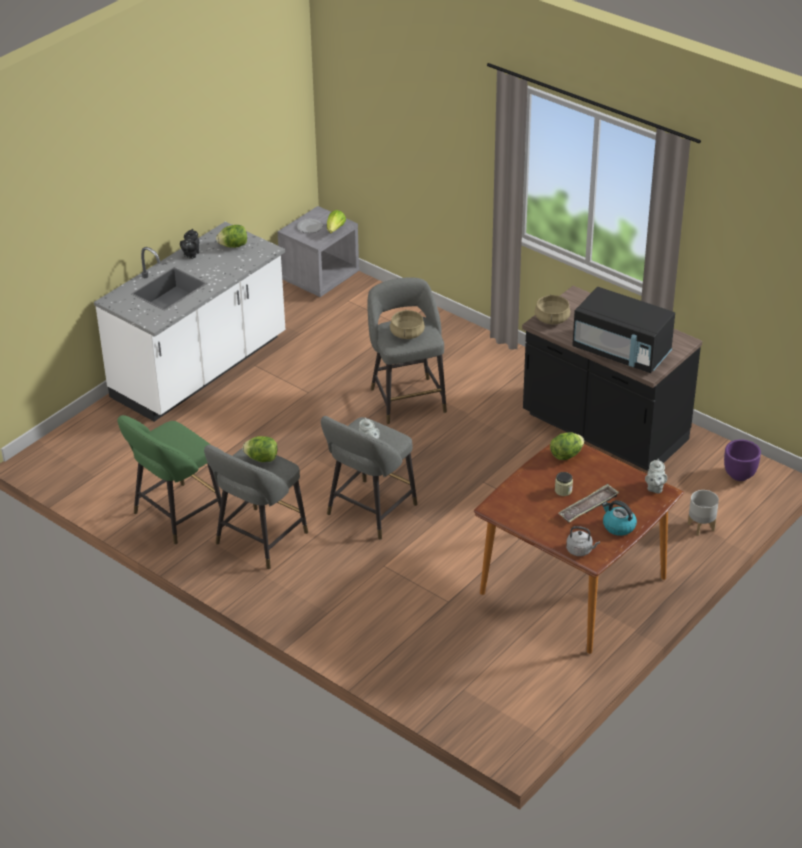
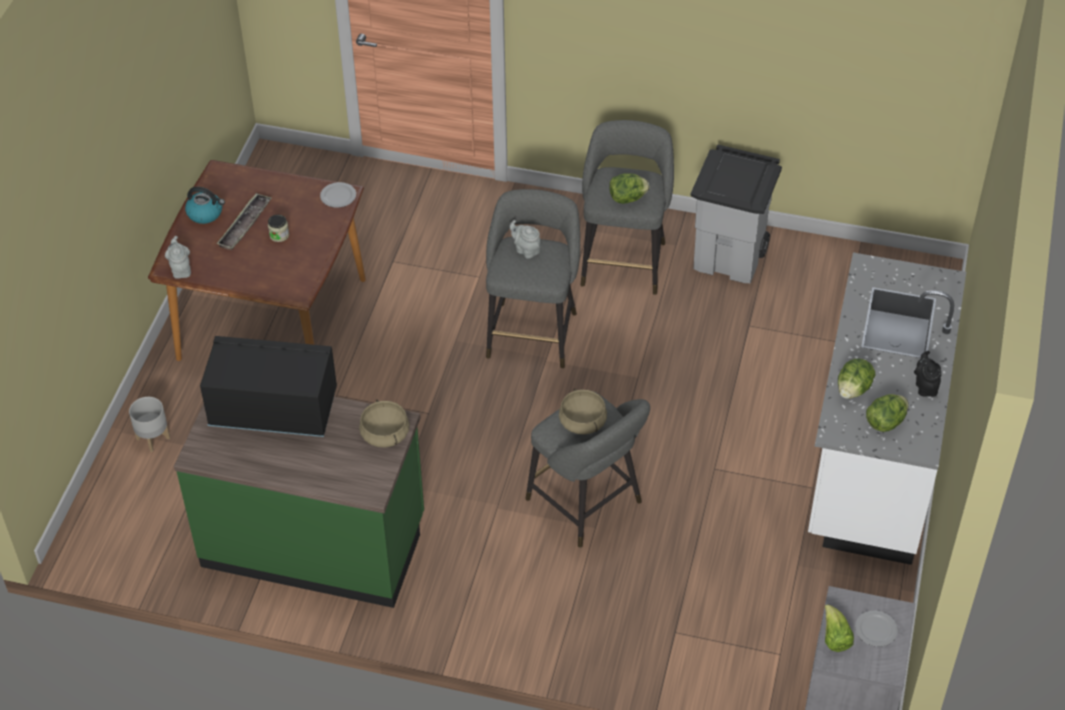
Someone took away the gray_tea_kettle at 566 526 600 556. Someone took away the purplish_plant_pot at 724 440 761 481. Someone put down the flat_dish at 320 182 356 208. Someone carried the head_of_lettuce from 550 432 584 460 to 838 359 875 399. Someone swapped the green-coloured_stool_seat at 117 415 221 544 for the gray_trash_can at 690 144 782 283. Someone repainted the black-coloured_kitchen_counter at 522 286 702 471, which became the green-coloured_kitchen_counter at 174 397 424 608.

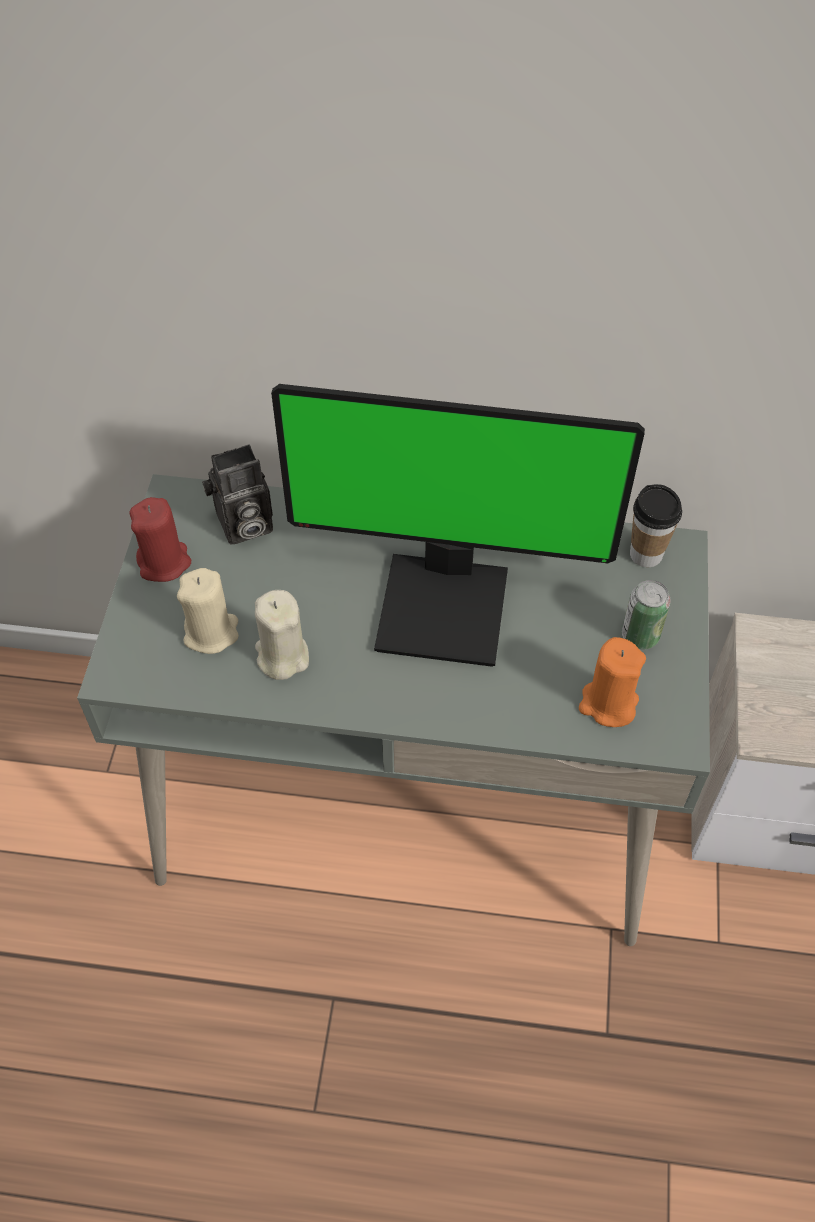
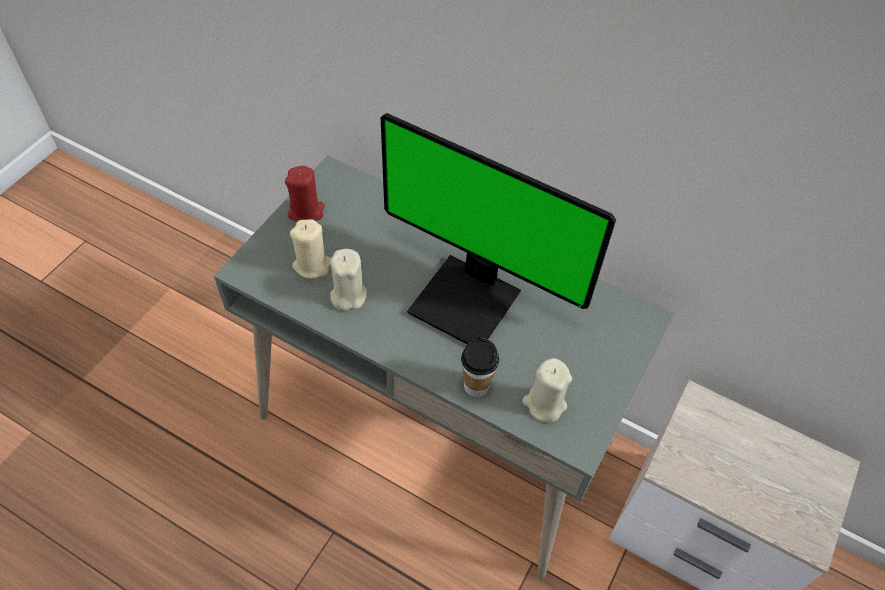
Someone took away the photo_camera at 202 444 273 545. Someone took away the can at 622 580 671 649. Someone carried the small_cup from 630 484 682 567 to 461 338 499 397. Someone repainted the orange_wax_light at 579 637 646 727, which became the beige_wax_light at 522 358 572 422.

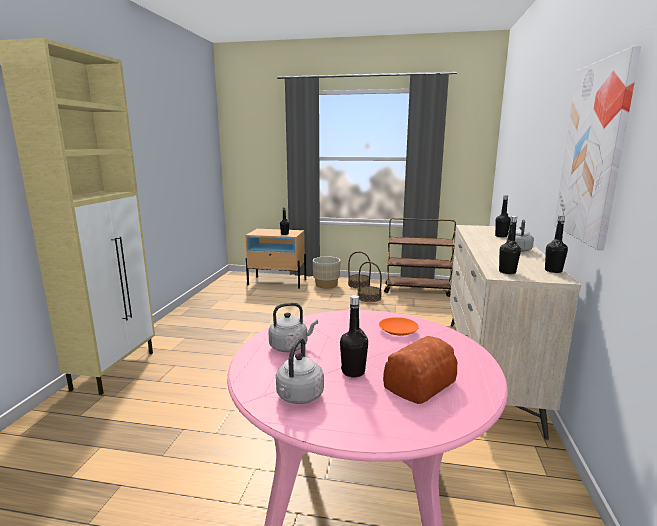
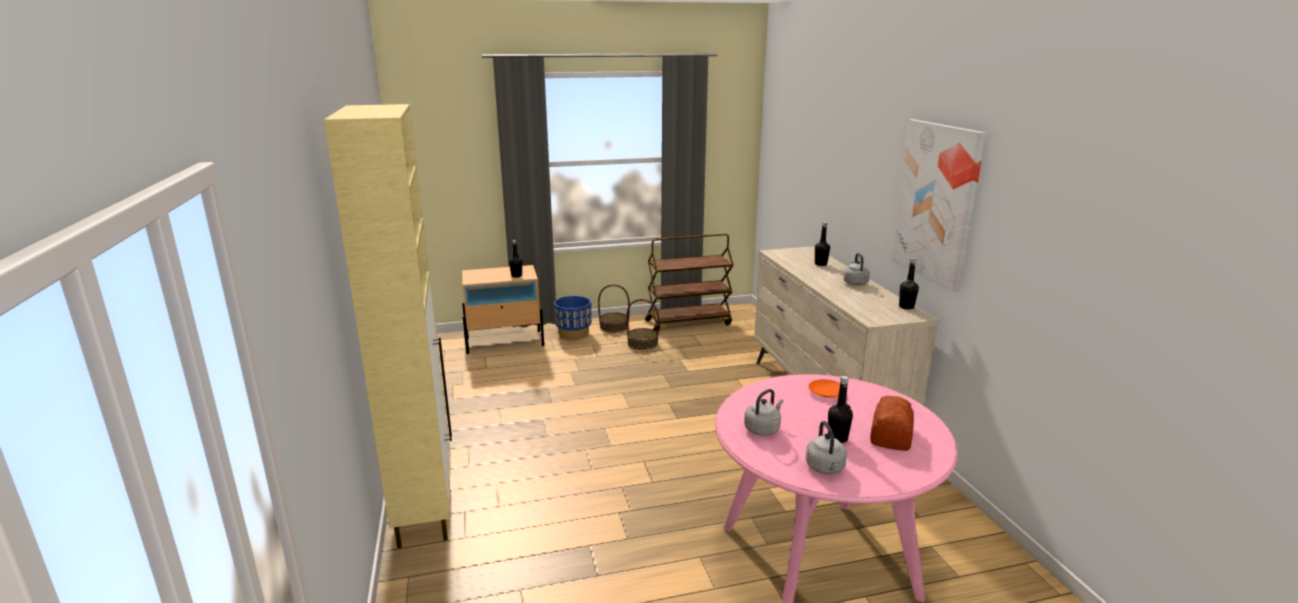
Someone took away the black-coloured_beverage_bottle at 499 216 521 274. Someone repainted the beige_plant_pot at 313 256 340 289, which became the blue_plant_pot at 554 296 592 340.

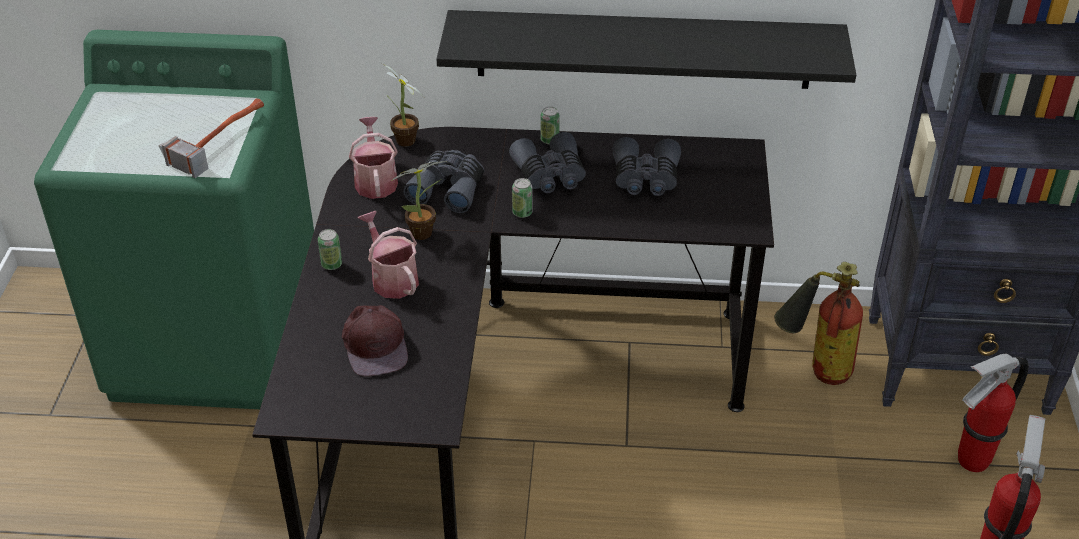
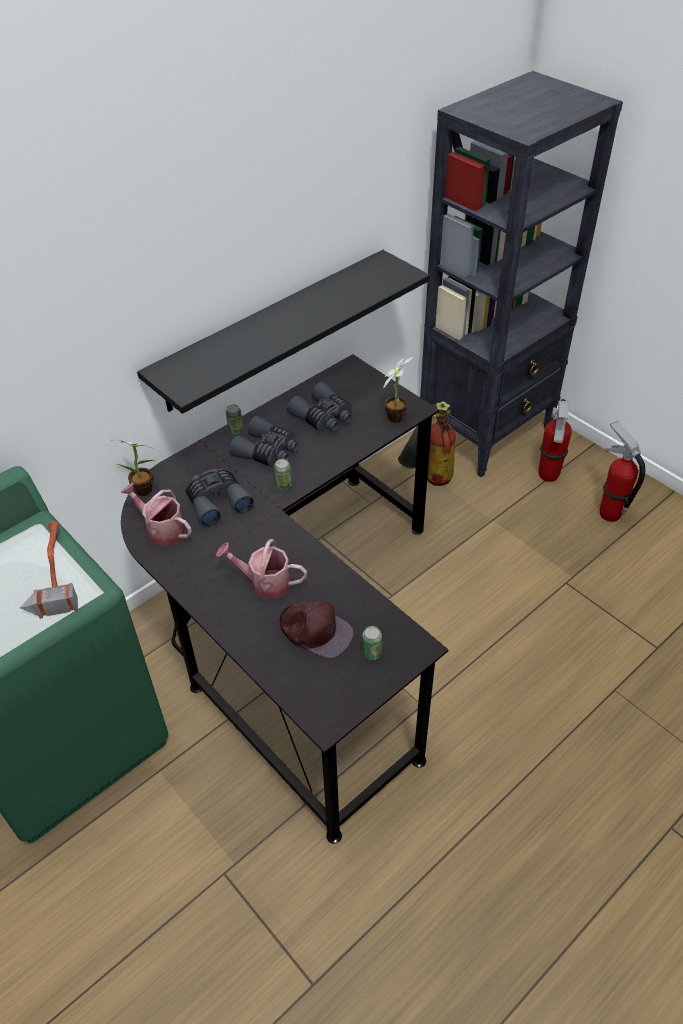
Someone carried the can from 318 229 342 270 to 362 626 382 660. Someone carried the potted_plant from 391 161 447 240 to 383 357 413 423.

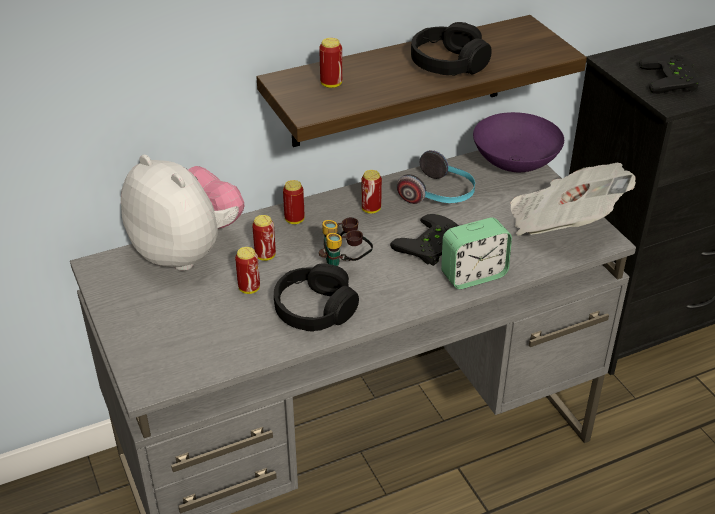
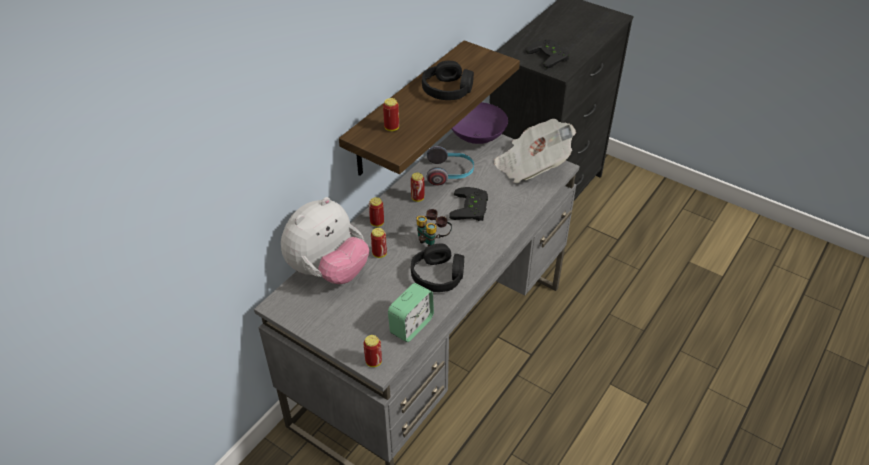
Someone carried the can from 235 247 260 294 to 364 335 382 367. Someone carried the table_clock from 441 218 512 289 to 388 283 434 342. Someone rotated the soft_toy at 121 154 244 271 by 120 degrees clockwise.

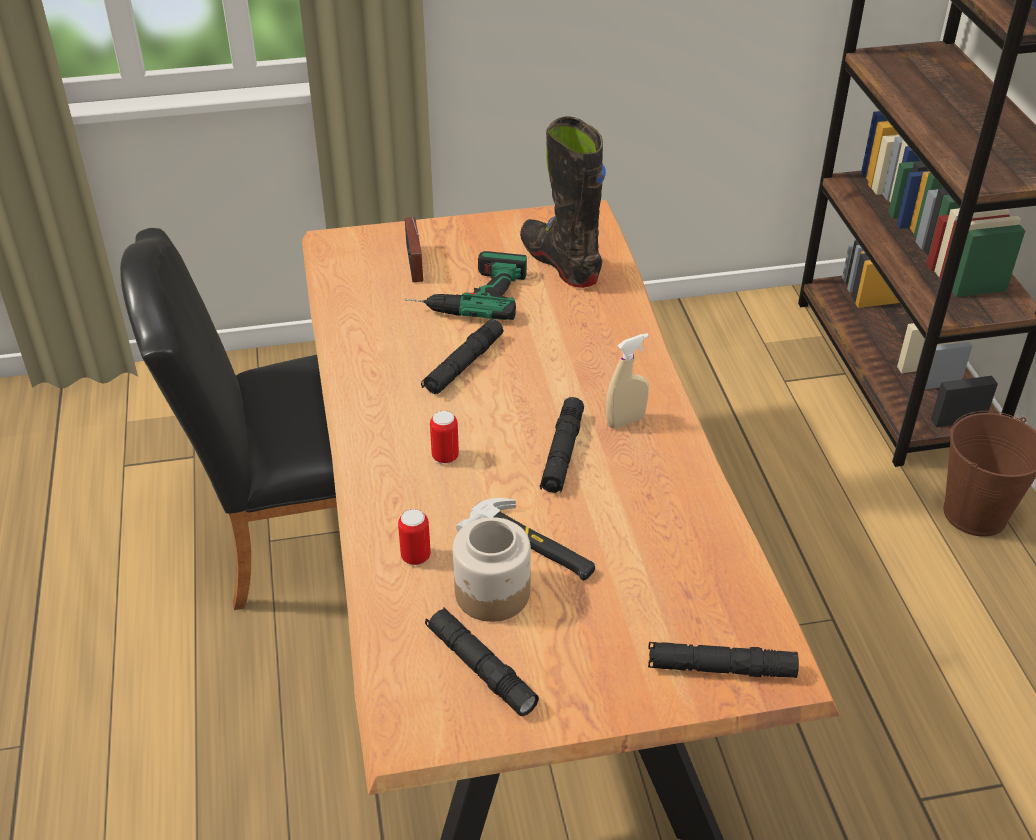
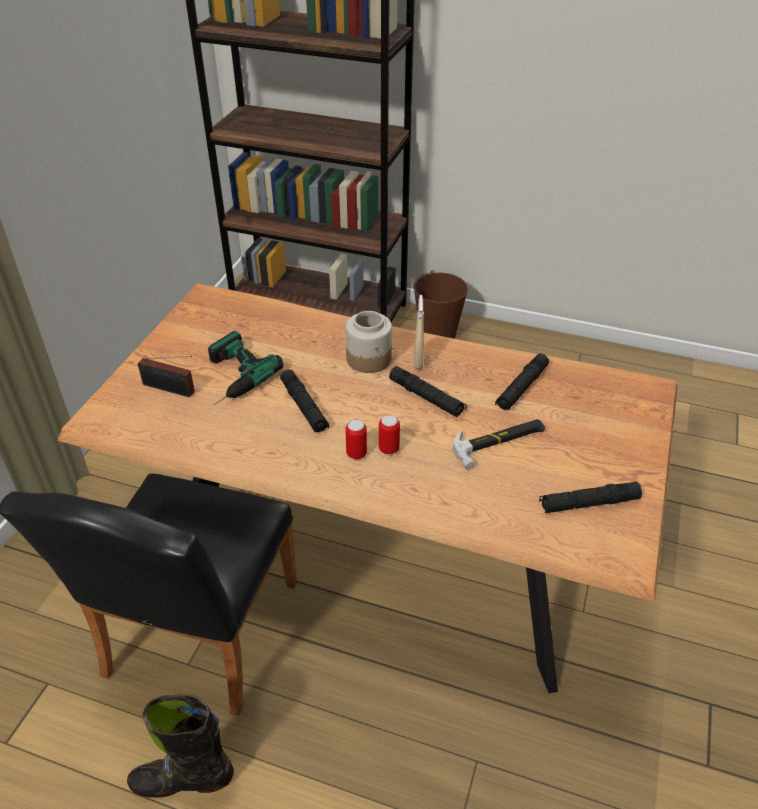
Someone carried the can from 398 509 431 565 to 345 420 367 459. Someone carried the preserve_jar from 453 517 531 622 to 345 311 392 373. Someone carried the black-coloured_high-top_boot from 520 116 606 288 to 127 694 234 798. Someone carried the black-coloured_hand_torch from 648 642 799 678 to 495 354 549 410.

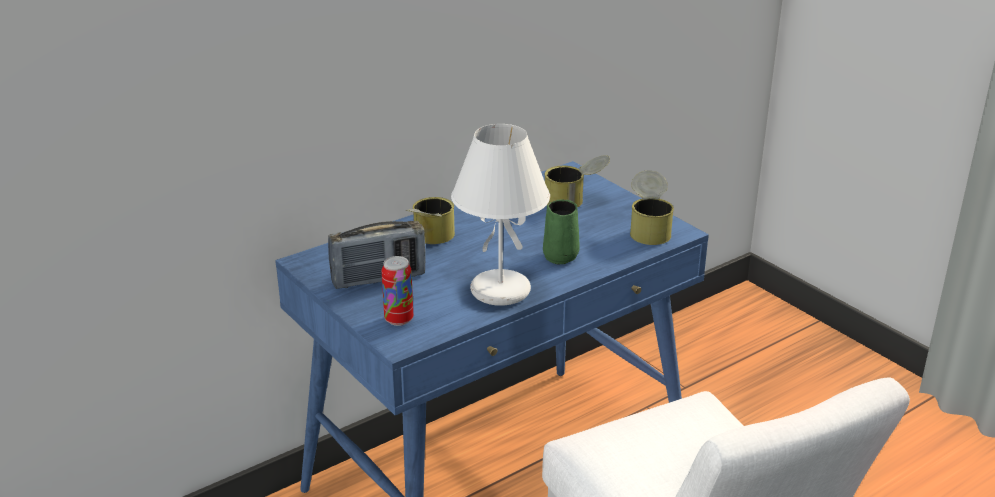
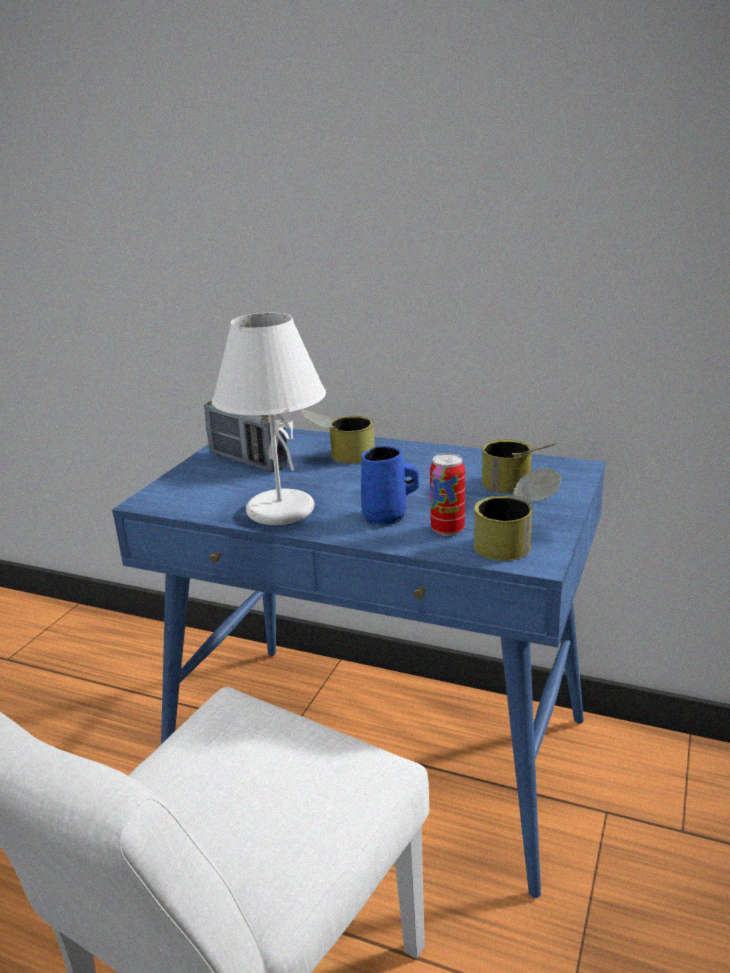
Someone carried the can from 382 256 413 326 to 430 453 465 536. Someone repainted the green-coloured_coffee_mug at 543 199 579 265, which became the blue_coffee_mug at 361 446 419 524.

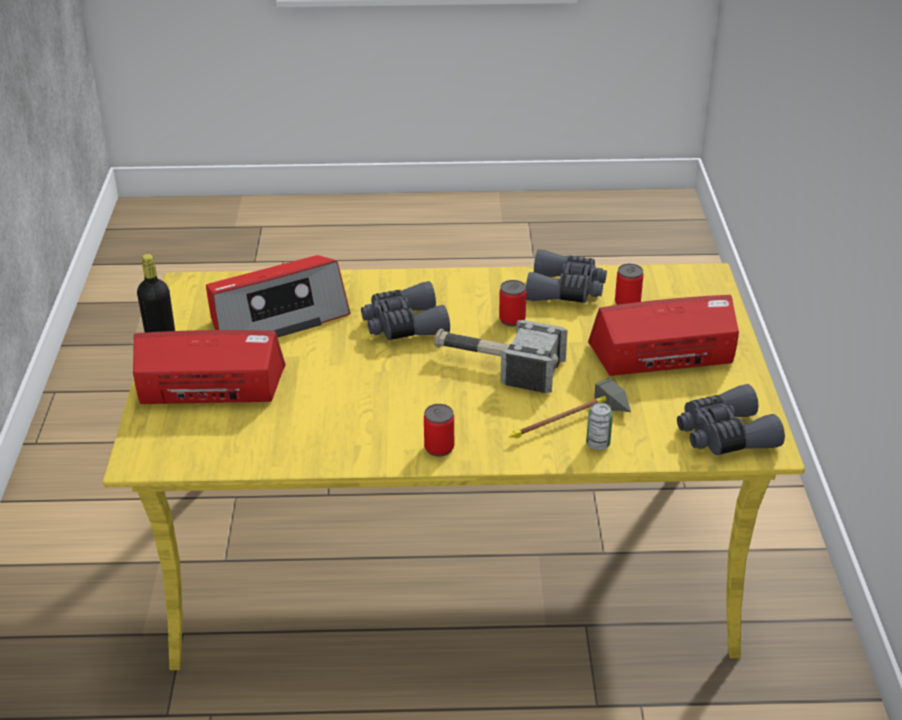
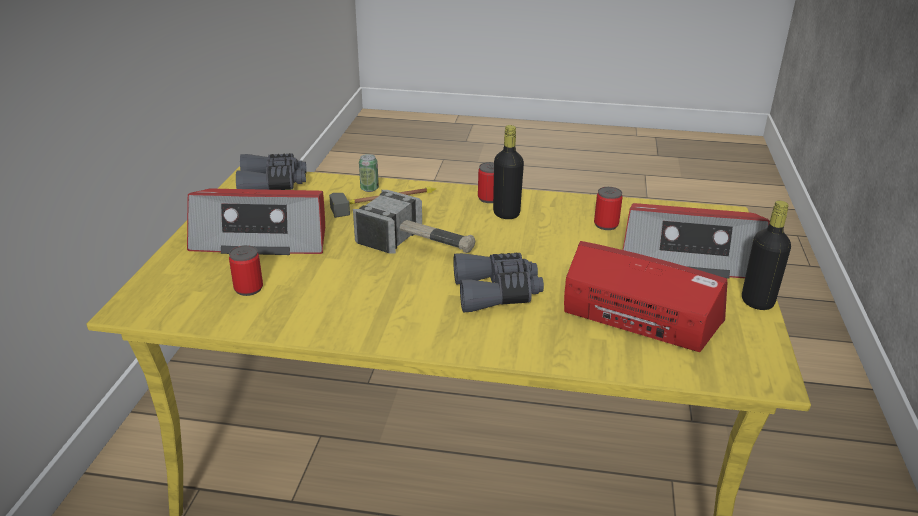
Someone took away the gray_binoculars at 526 249 607 303. Someone put down the black-coloured_beverage_bottle at 493 125 524 219. Someone carried the can from 499 280 527 326 to 594 187 623 230. Someone rotated the radio at 206 255 350 337 by 45 degrees clockwise.

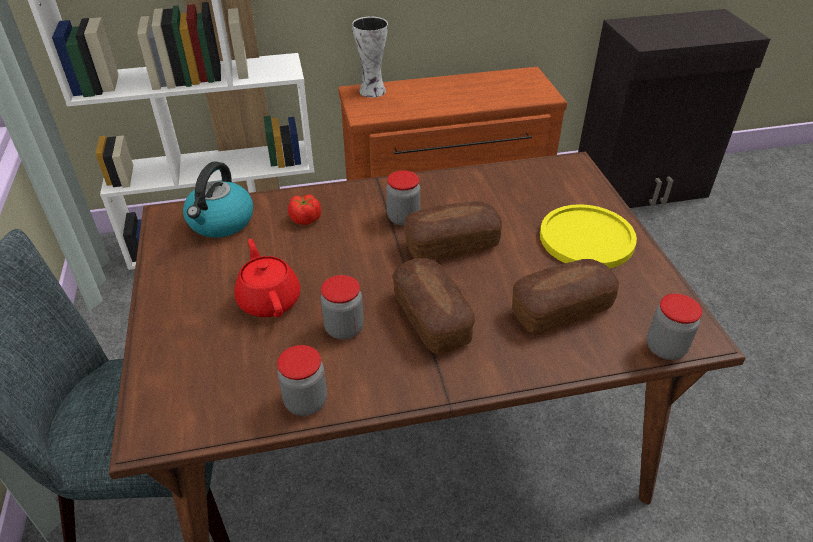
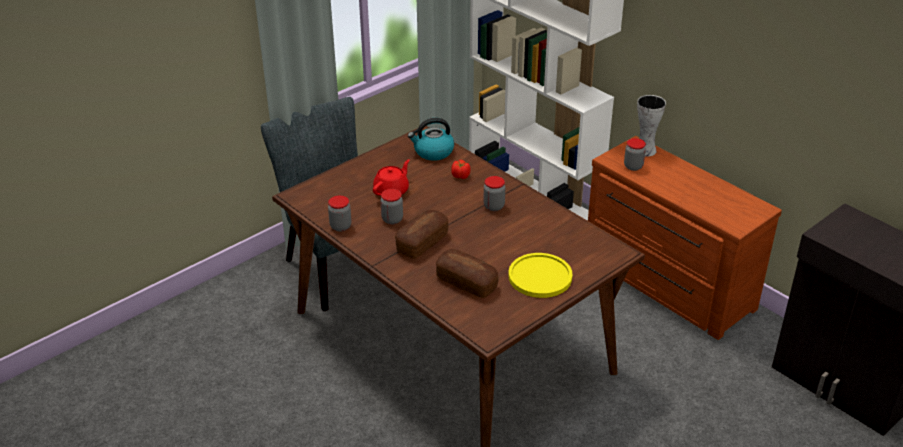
Someone took away the bread at 404 201 502 260. Someone carried the preserve_jar from 647 294 702 360 to 624 138 646 171.

